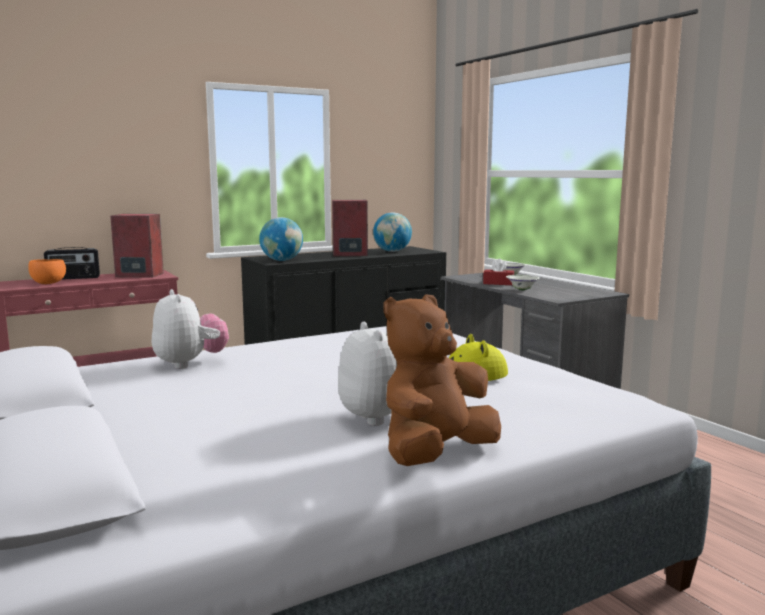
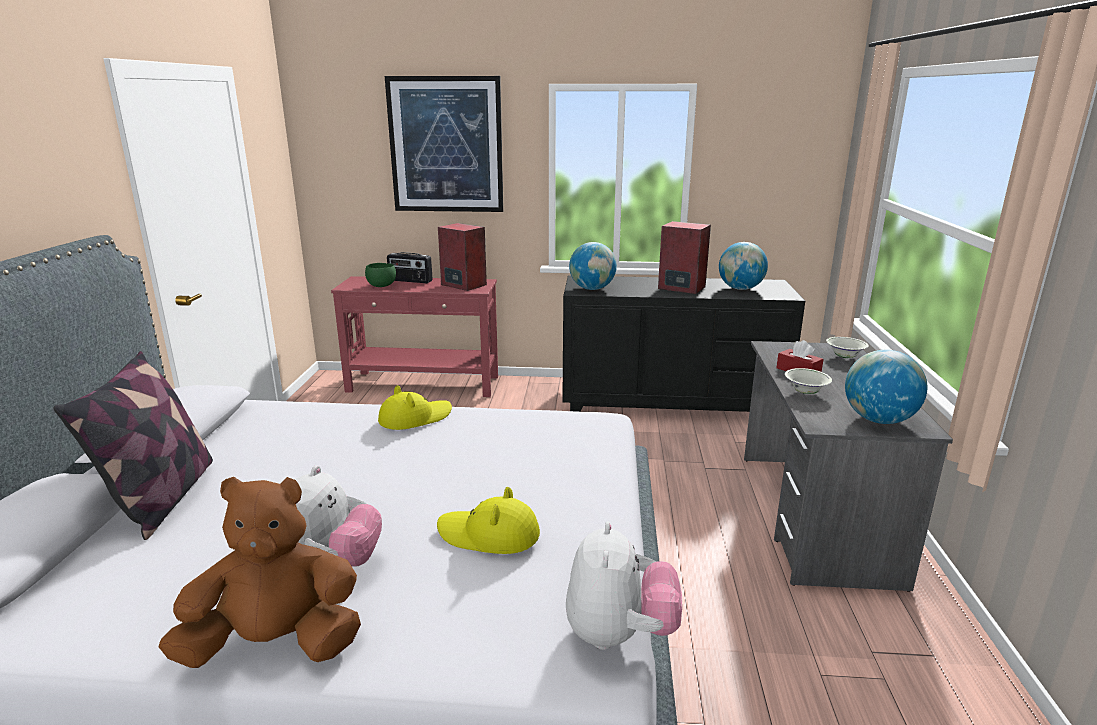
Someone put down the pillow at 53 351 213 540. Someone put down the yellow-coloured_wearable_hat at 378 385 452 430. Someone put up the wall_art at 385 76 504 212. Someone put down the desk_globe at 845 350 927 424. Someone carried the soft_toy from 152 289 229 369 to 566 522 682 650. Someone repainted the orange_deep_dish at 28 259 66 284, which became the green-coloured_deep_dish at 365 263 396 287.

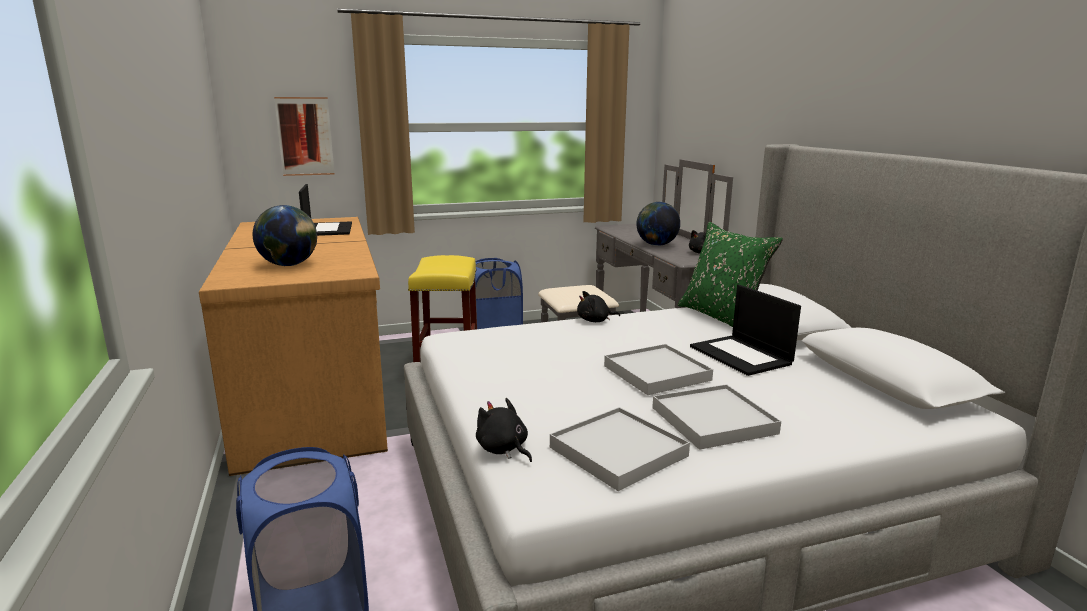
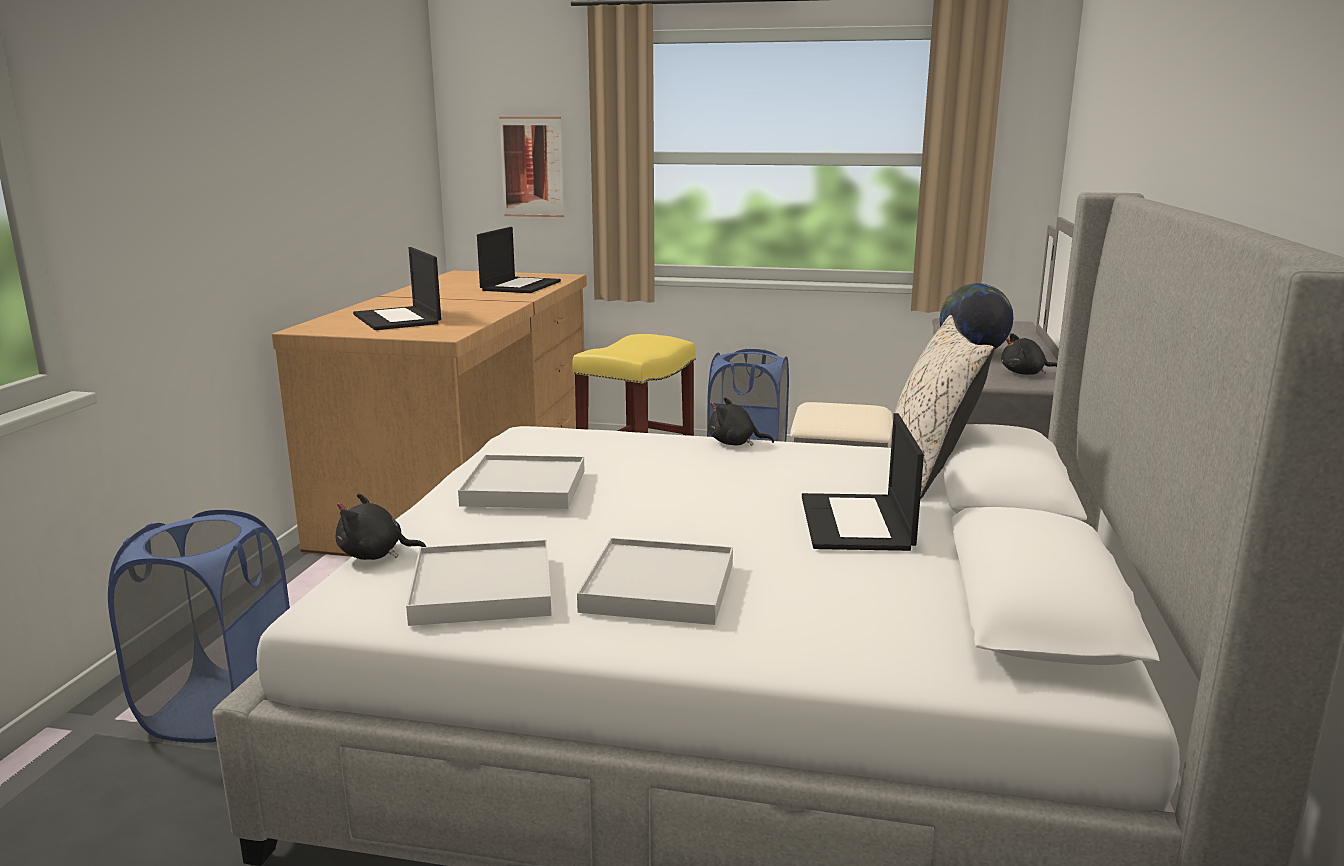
Someone carried the white_carrying_tray from 604 344 713 395 to 458 455 585 509. Someone swapped the desk_globe at 253 205 317 266 for the portable_computer at 353 247 441 330. Someone repainted the green-coloured_pillow at 678 222 783 327, which became the beige_pillow at 889 315 995 500. Someone rotated the black-coloured_soft_toy at 476 398 532 462 by 75 degrees counterclockwise.

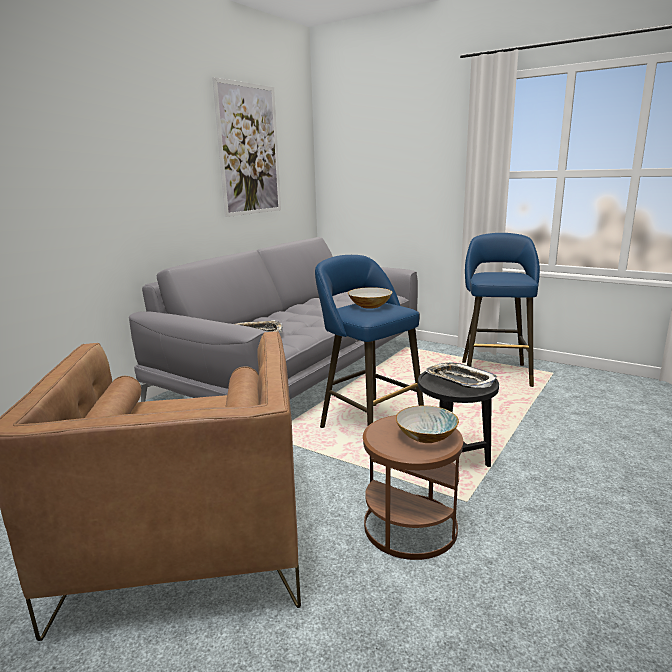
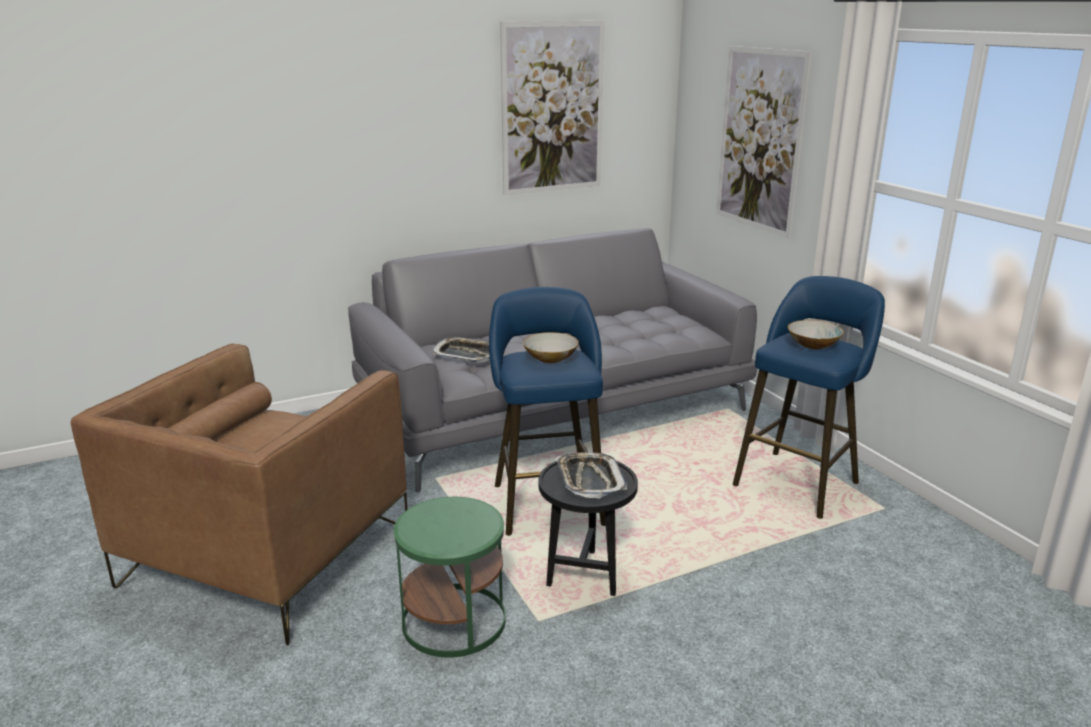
Someone put up the wall_art at 716 46 812 238. Someone carried the deep_dish from 395 405 459 443 to 788 320 844 349. Someone repainted the brown-coloured_end_table at 363 415 463 560, which became the green-coloured_end_table at 394 497 506 658.

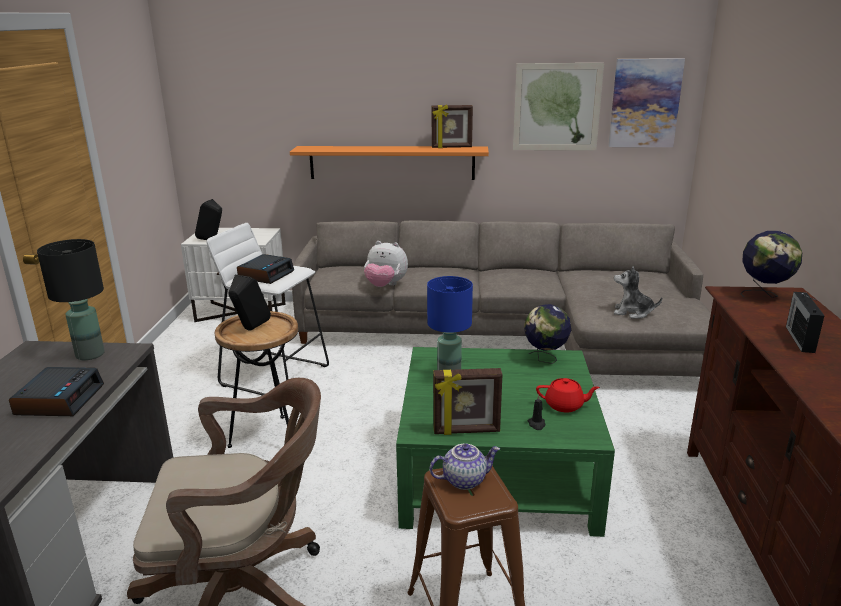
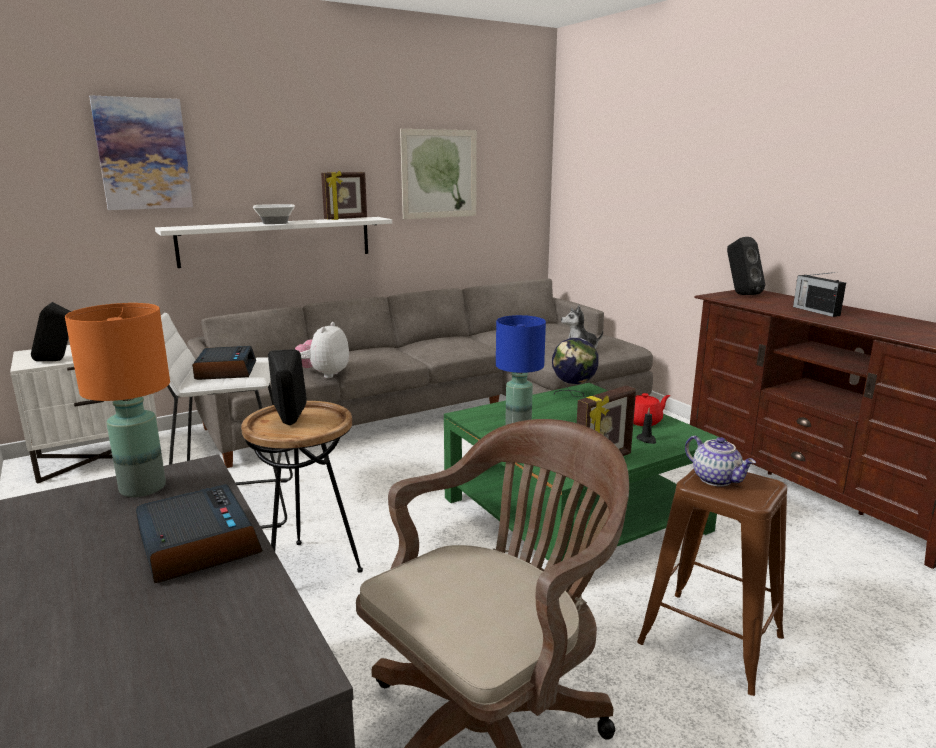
Someone put down the deep_dish at 253 204 295 224. Someone carried the wall_art from 609 58 685 147 to 89 95 193 210. Someone swapped the desk_globe at 740 231 802 298 for the black-coloured_loudspeaker at 727 237 765 295. Someone repainted the black-coloured_lamp_for_a_table at 37 239 105 360, which became the orange_lamp_for_a_table at 65 303 170 497. Someone repainted the orange_bracket_shelf at 290 146 489 180, which became the white_bracket_shelf at 155 217 392 268. Someone rotated the soft_toy at 364 241 408 287 by 120 degrees clockwise. Someone rotated the pot_for_tea at 429 444 500 490 by 105 degrees clockwise.

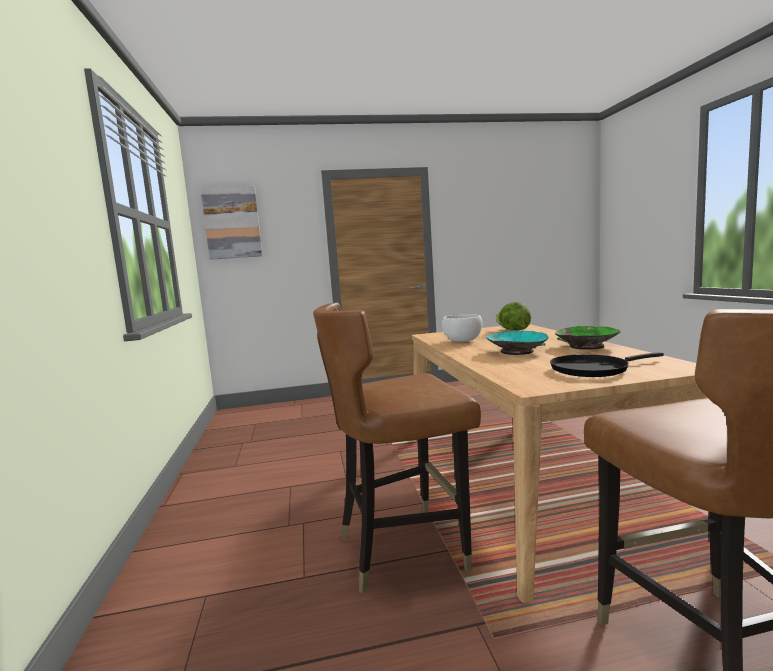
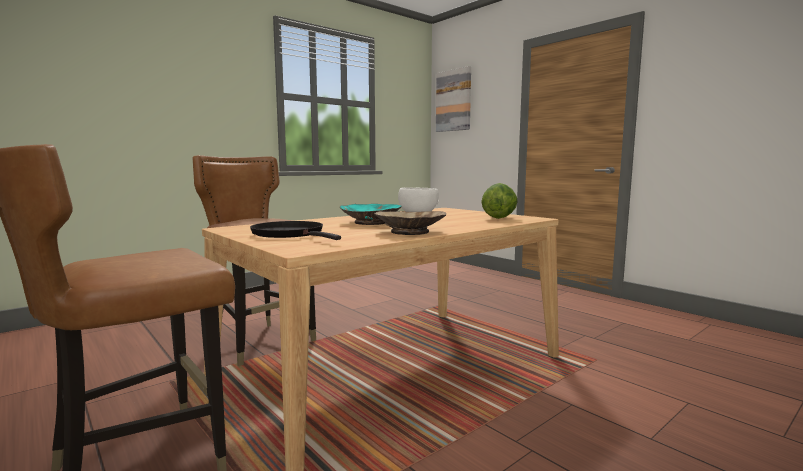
Someone repainted the green-coloured_deep_dish at 555 326 620 350, which became the beige_deep_dish at 374 211 446 235.

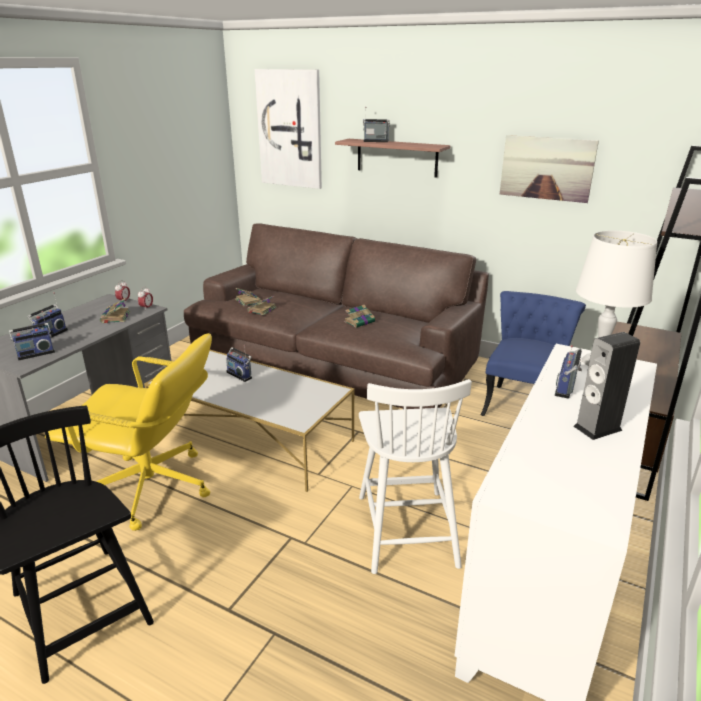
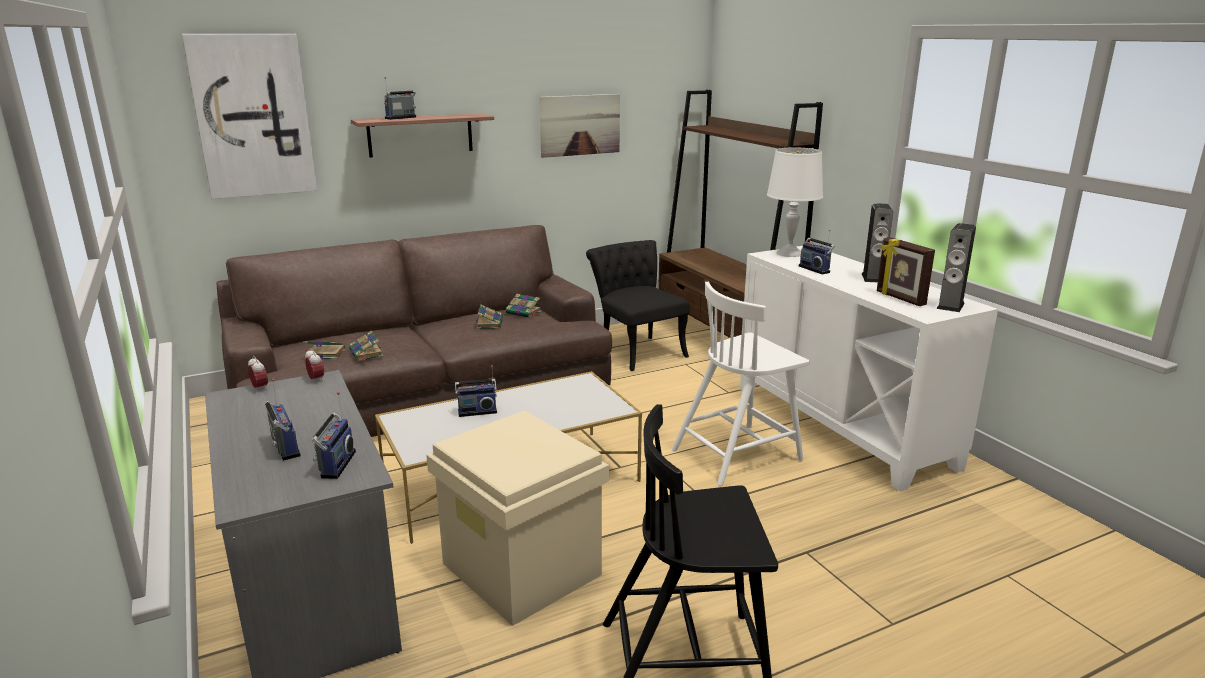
Someone put down the photo_frame at 877 237 935 306. Someone put down the loudspeaker at 936 223 976 312. Someone carried the bound_book from 100 298 130 324 to 506 294 542 318. Someone swapped the yellow-coloured_computer_chair at 45 333 212 531 for the beige_storage_container at 426 411 609 626. Someone repainted the blue_upright_chair at 481 291 586 416, which became the black-coloured_upright_chair at 586 240 690 371. Someone rotated the white_upright_chair at 359 379 472 574 by 120 degrees clockwise.

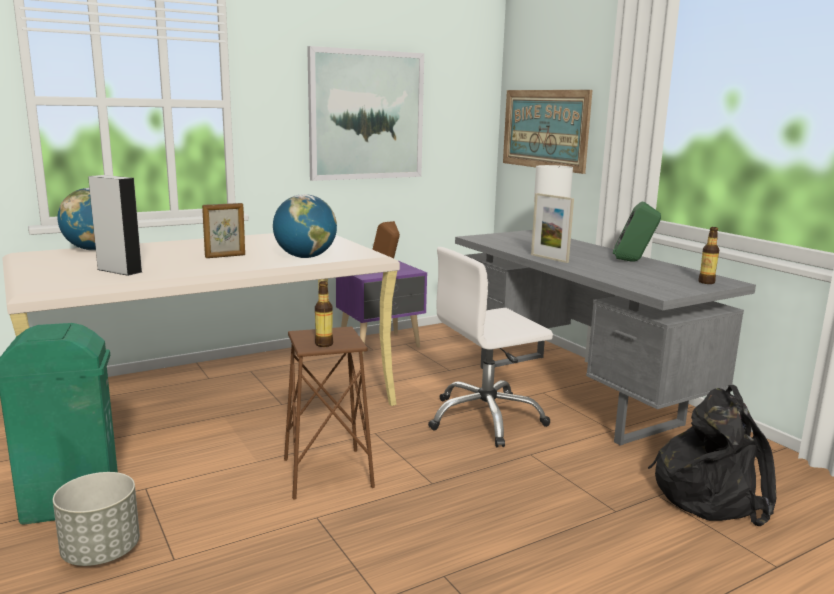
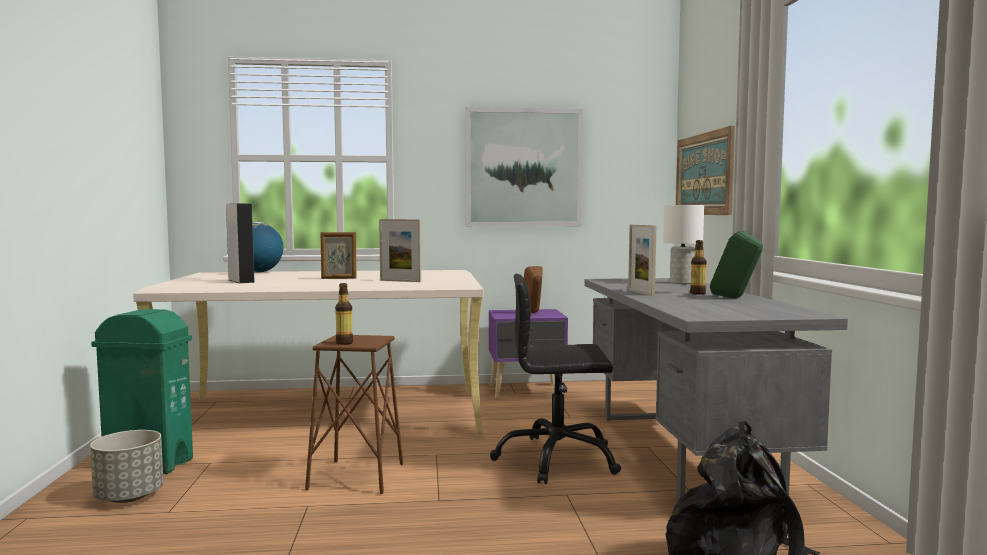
Someone carried the beverage_bottle from 699 227 719 284 to 690 240 706 295. Someone swapped the desk_globe at 273 194 337 258 for the photo_frame at 379 219 421 282. Someone repainted the white_computer_chair at 428 247 553 447, which became the black-coloured_computer_chair at 490 274 621 484.

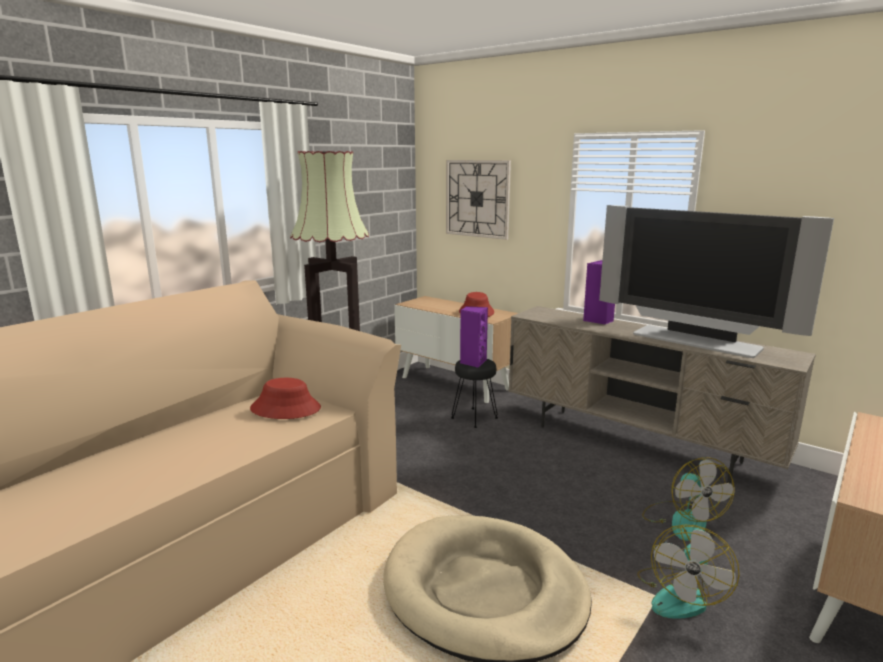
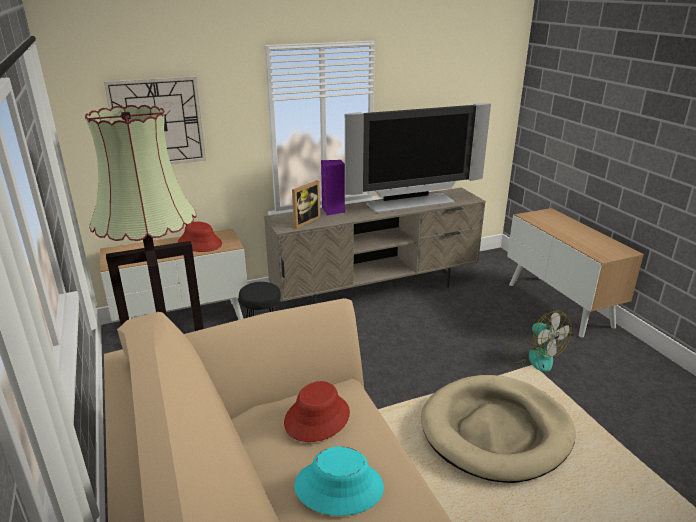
Someone took away the purplish_loudspeaker at 460 306 488 368. Someone took away the cooling_fan at 642 457 735 541. Someone put down the photo_frame at 292 180 320 229. Someone put down the turquoise_wearable_hat at 294 446 384 516.

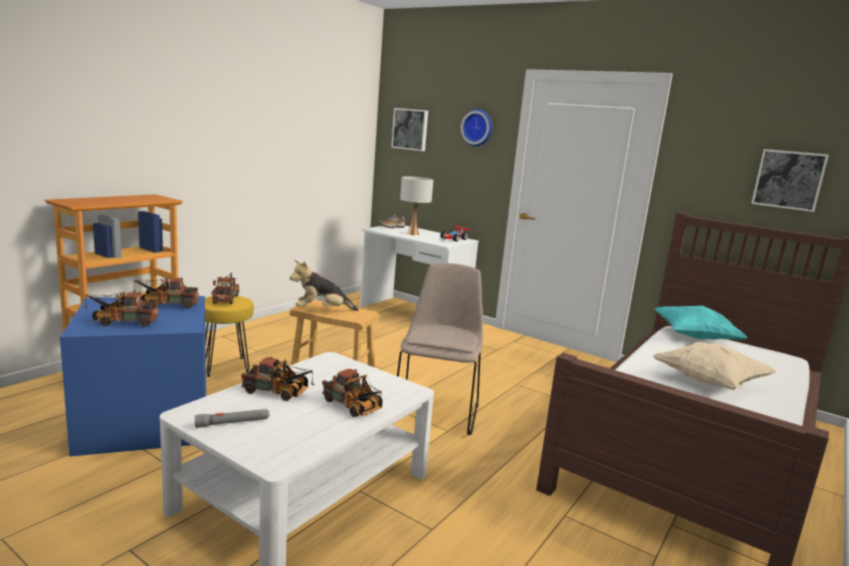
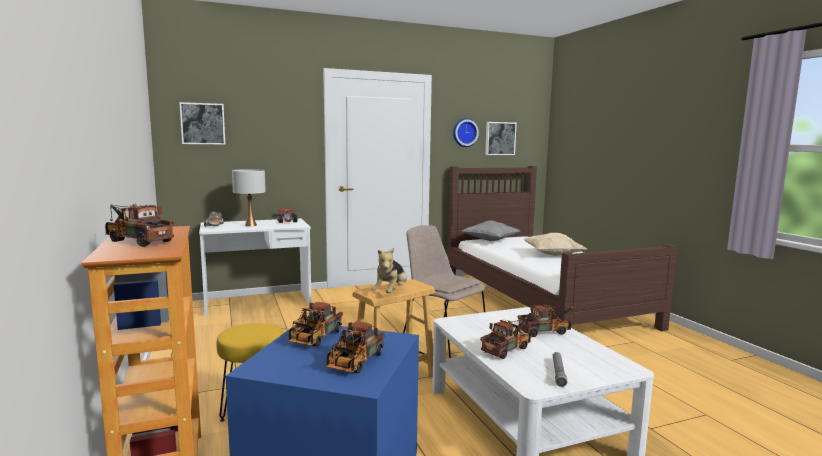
Someone carried the toy_truck from 211 272 240 304 to 105 204 174 247. Someone carried the wall_clock from 461 109 492 146 to 453 118 479 147. Someone repainted the turquoise_pillow at 654 305 748 340, which became the gray_pillow at 462 220 521 241.

